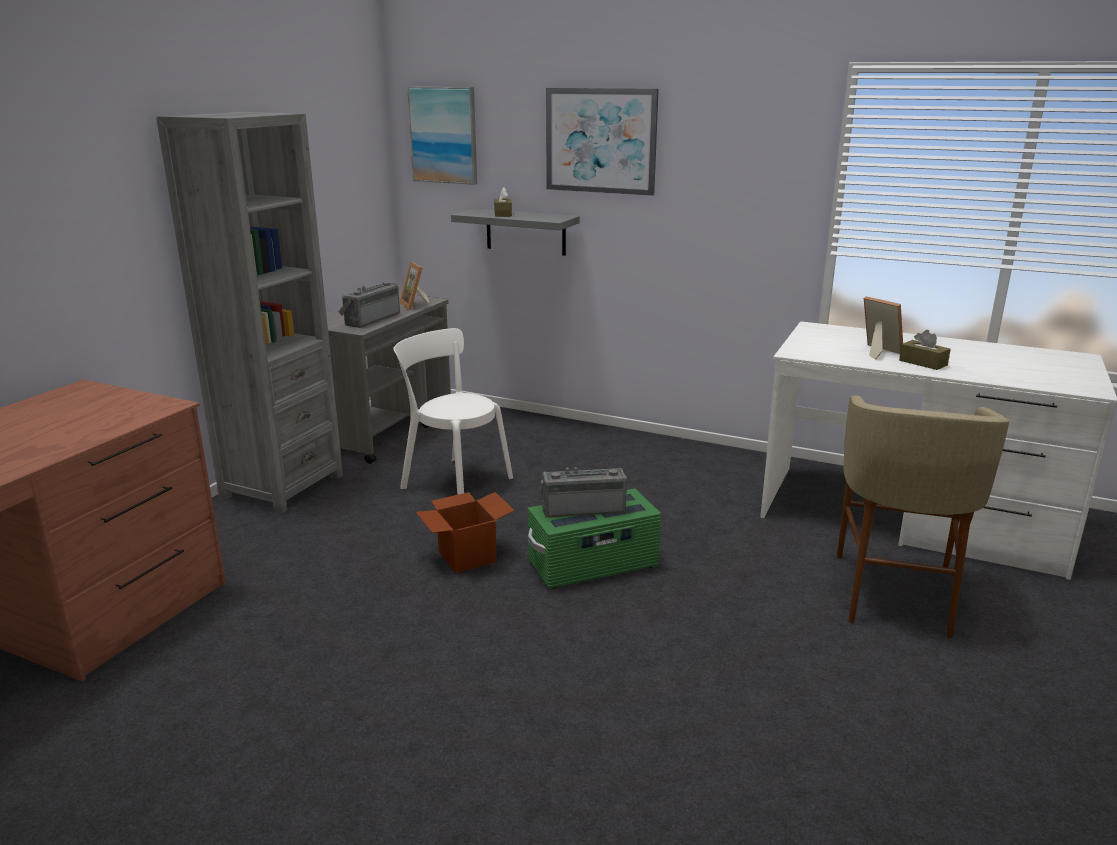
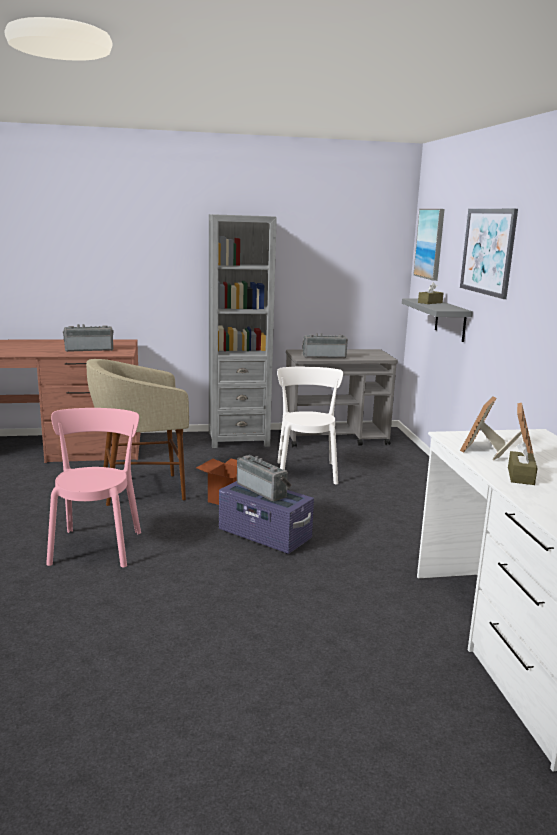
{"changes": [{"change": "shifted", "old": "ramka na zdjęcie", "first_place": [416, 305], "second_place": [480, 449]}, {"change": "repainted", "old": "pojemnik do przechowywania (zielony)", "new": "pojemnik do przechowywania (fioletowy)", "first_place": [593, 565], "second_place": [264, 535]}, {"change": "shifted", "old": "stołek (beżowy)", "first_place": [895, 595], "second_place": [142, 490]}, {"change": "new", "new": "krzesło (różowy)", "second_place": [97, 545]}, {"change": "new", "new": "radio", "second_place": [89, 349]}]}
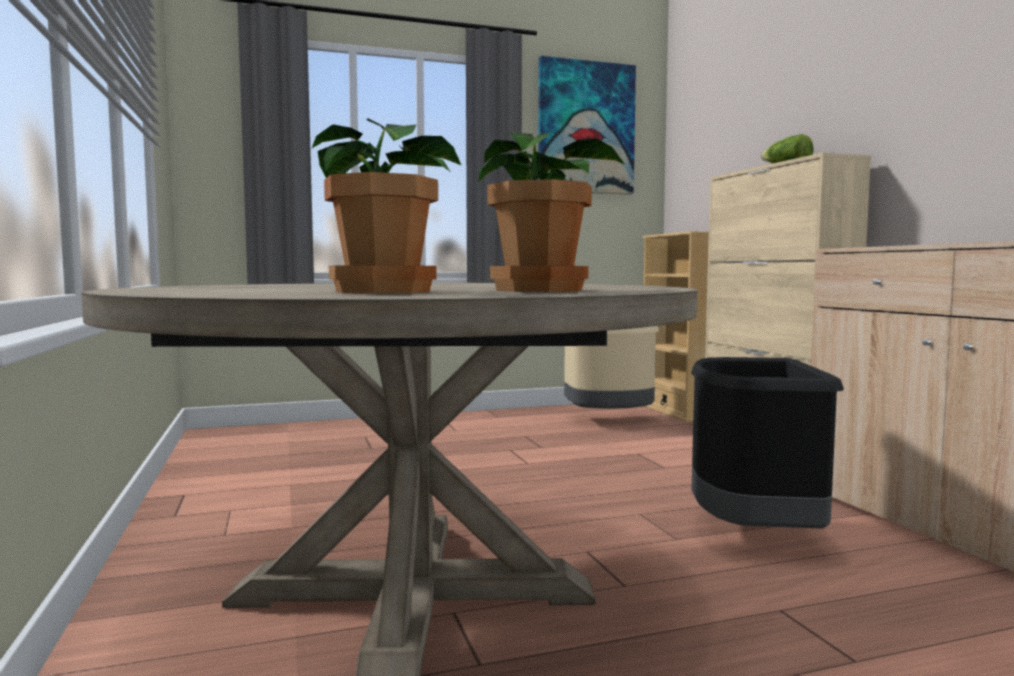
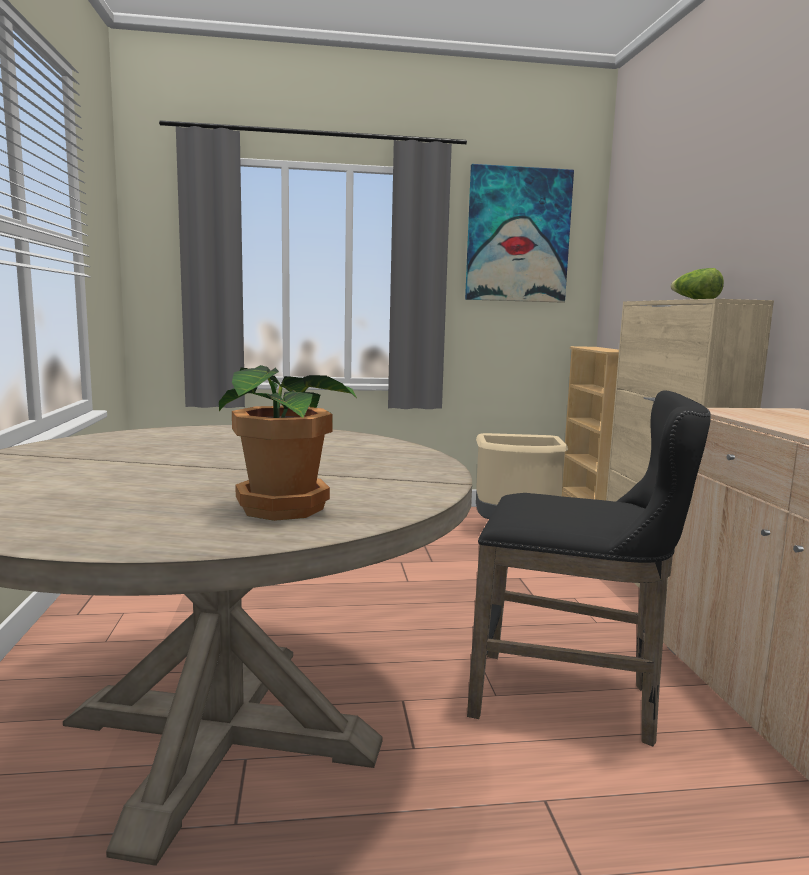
{"changes": [{"change": "gone", "old": "roślina doniczkowa", "first_place": [383, 291]}, {"change": "swapped", "old": "kosz na śmieci (czarny)", "new": "stołek (czarny)", "first_place": [754, 536], "second_place": [574, 701]}]}
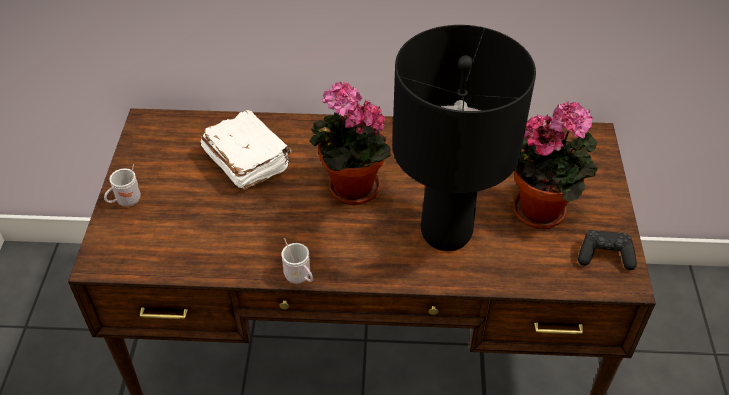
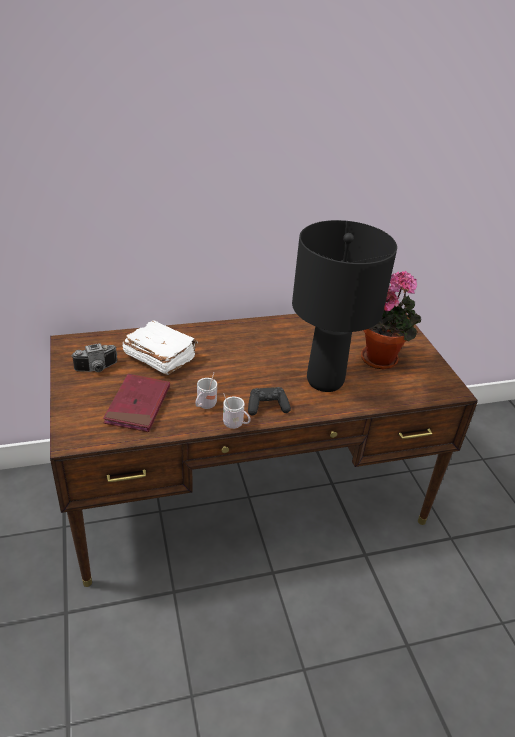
{"changes": [{"change": "shifted", "old": "kubek (biały)", "first_place": [125, 201], "second_place": [204, 406]}, {"change": "gone", "old": "roślina doniczkowa", "first_place": [349, 189]}, {"change": "shifted", "old": "pad do gier (czarny)", "first_place": [605, 256], "second_place": [267, 407]}, {"change": "new", "new": "aparat fotograficzny", "second_place": [97, 369]}, {"change": "new", "new": "książka (czerwony)", "second_place": [138, 405]}]}
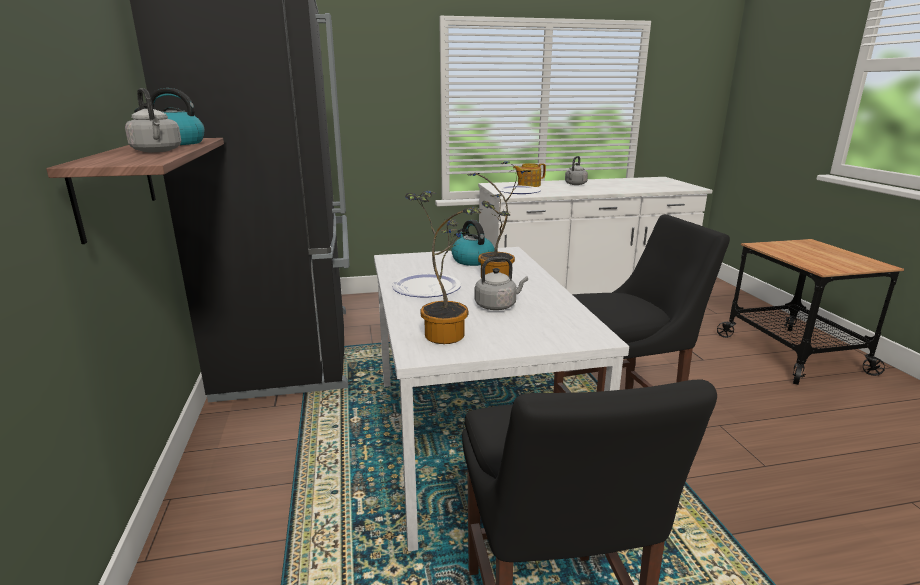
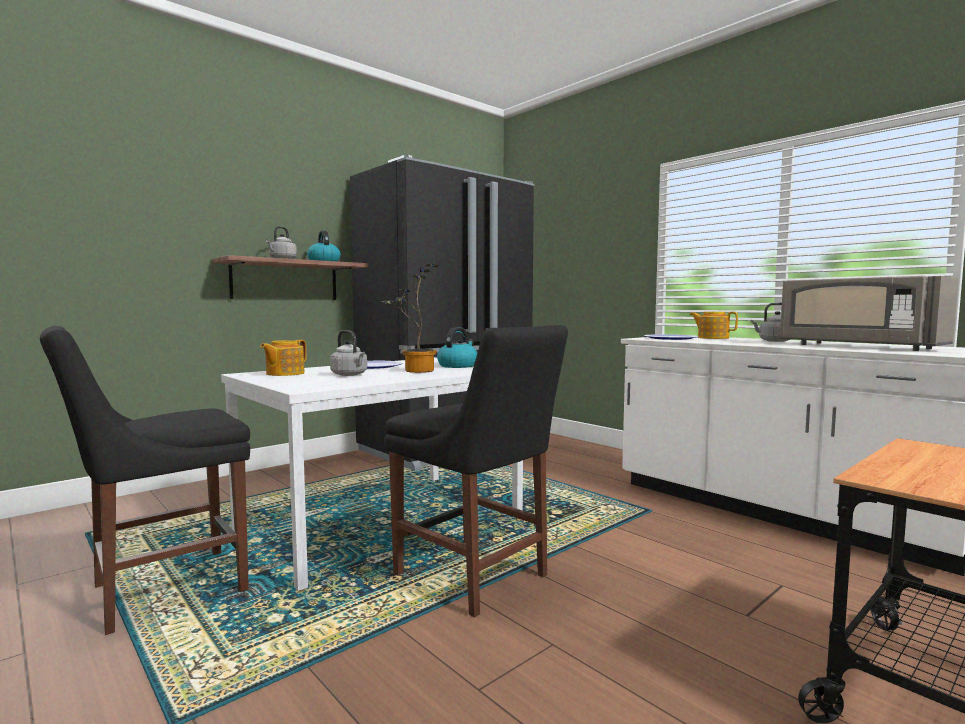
{"changes": [{"change": "swapped", "old": "roślina doniczkowa", "new": "imbryk", "first_place": [446, 333], "second_place": [284, 373]}, {"change": "new", "new": "mikrofalówka (szary)", "second_place": [858, 346]}]}
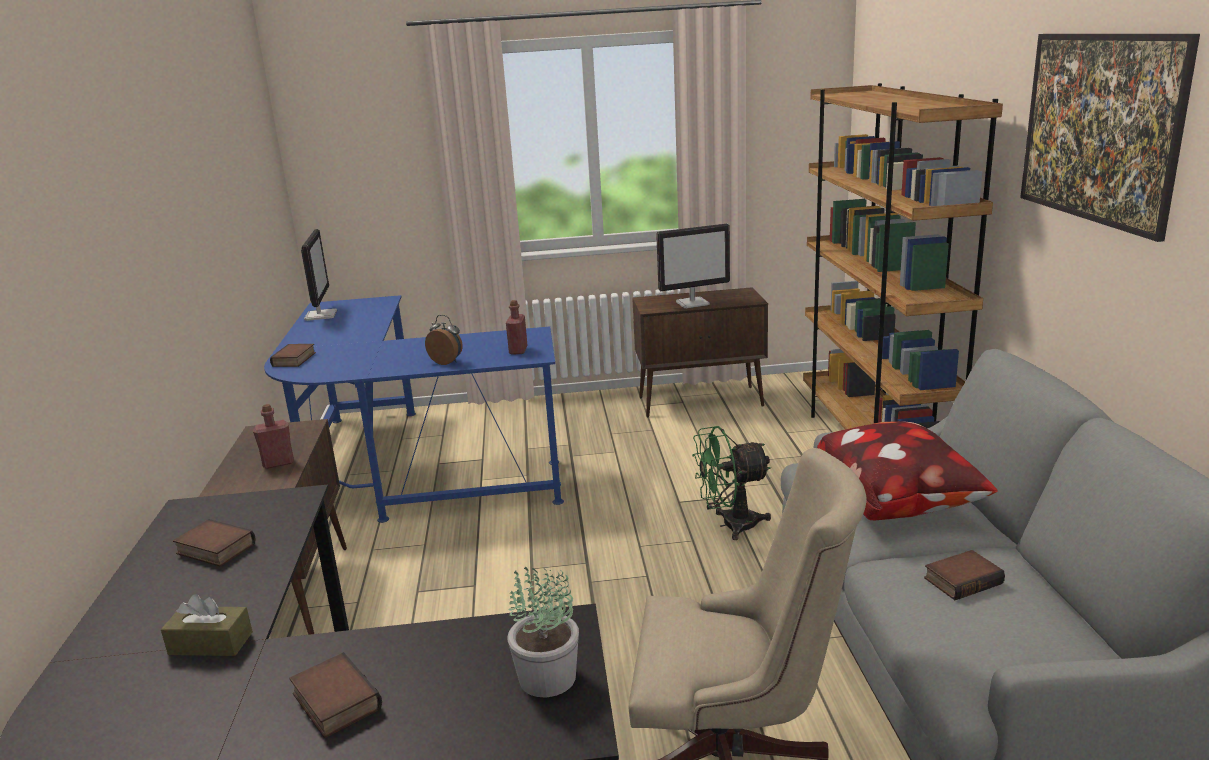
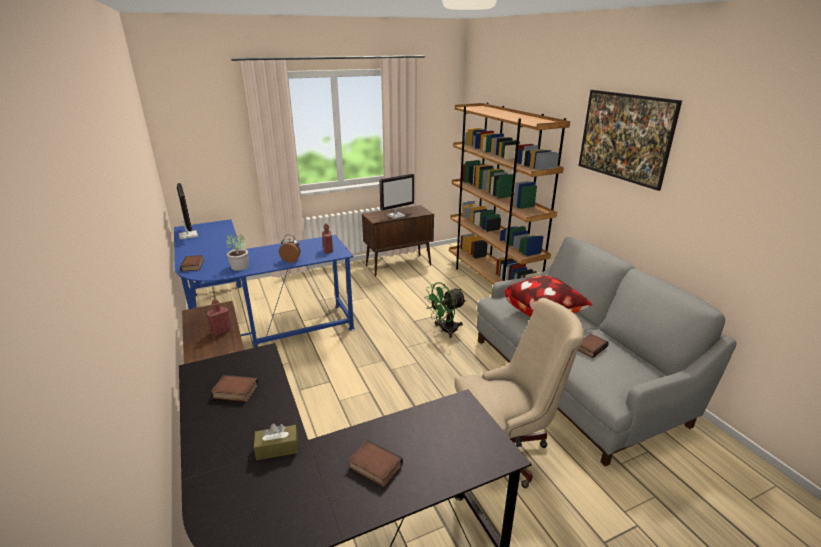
{"changes": [{"change": "shifted", "old": "roślina doniczkowa", "first_place": [547, 678], "second_place": [240, 267]}]}
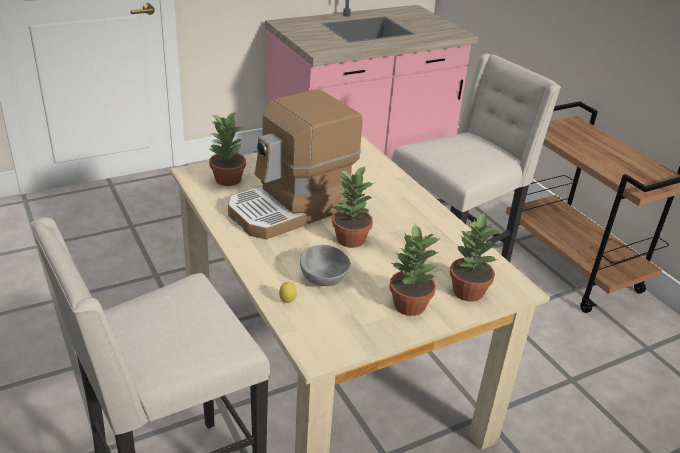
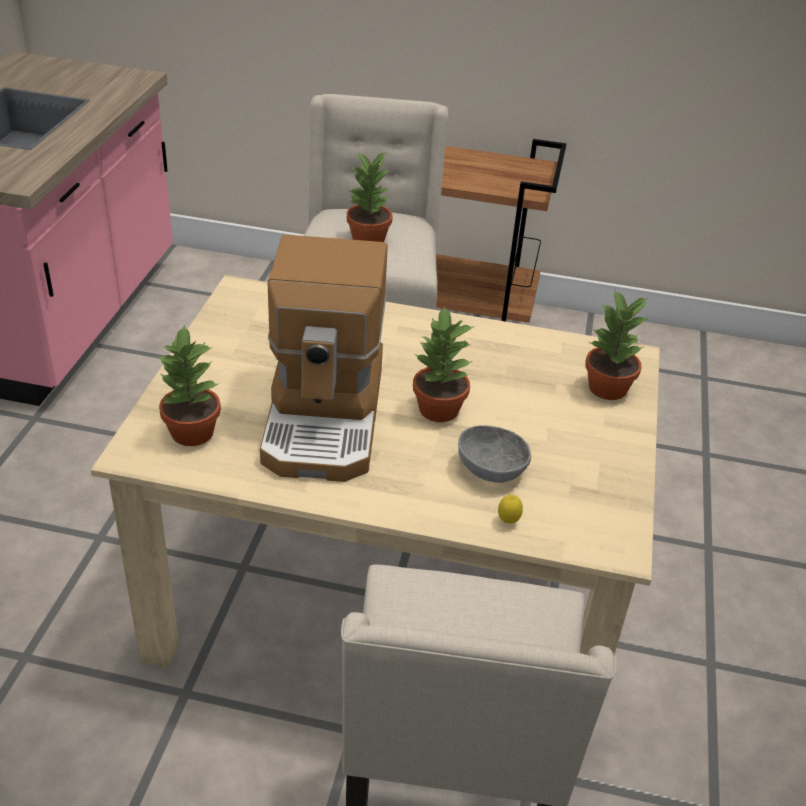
{"changes": [{"change": "shifted", "old": "roślina doniczkowa", "first_place": [409, 306], "second_place": [369, 239]}]}
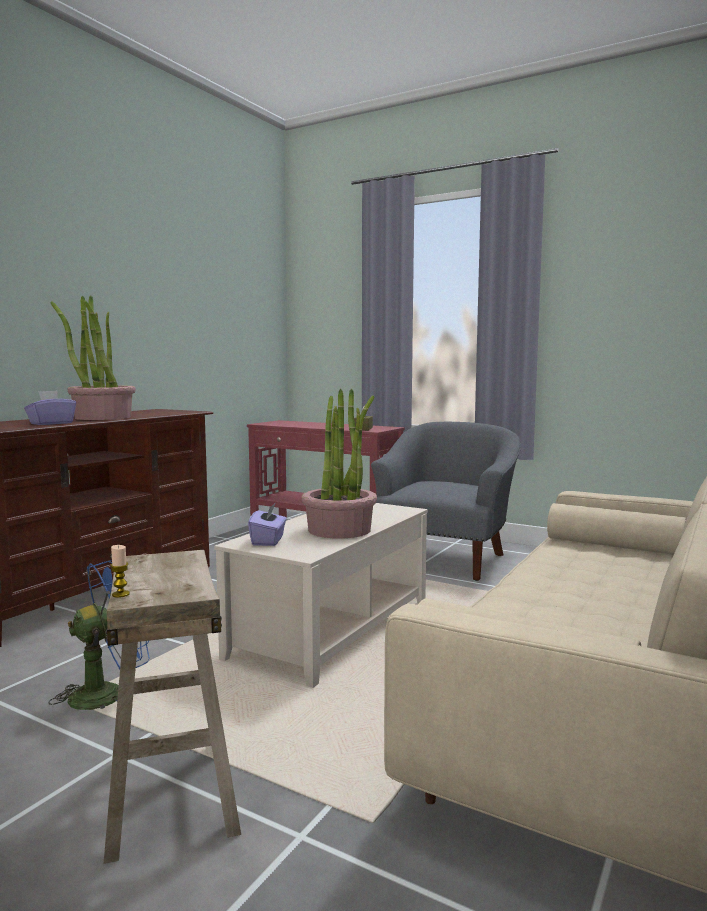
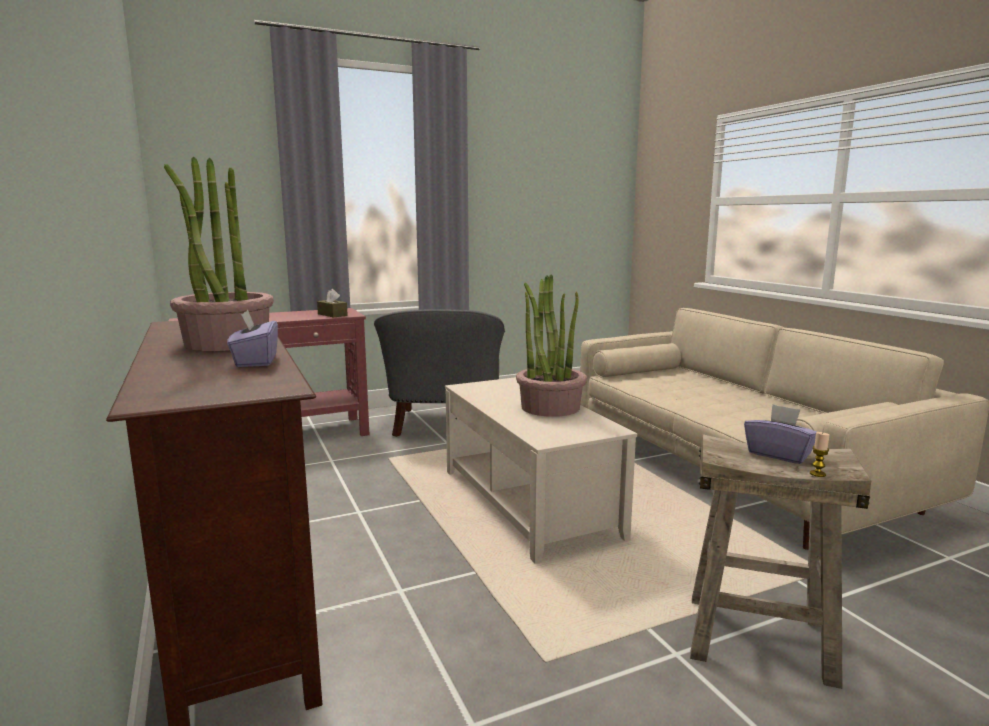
{"changes": [{"change": "gone", "old": "wentylator (niebieski)", "first_place": [108, 693]}, {"change": "shifted", "old": "pudełko chusteczek (fioletowy)", "first_place": [268, 541], "second_place": [779, 454]}, {"change": "rotated", "old": "fotel (szary)", "first_place": [445, 559], "second_place": [443, 425], "degrees": -150}]}
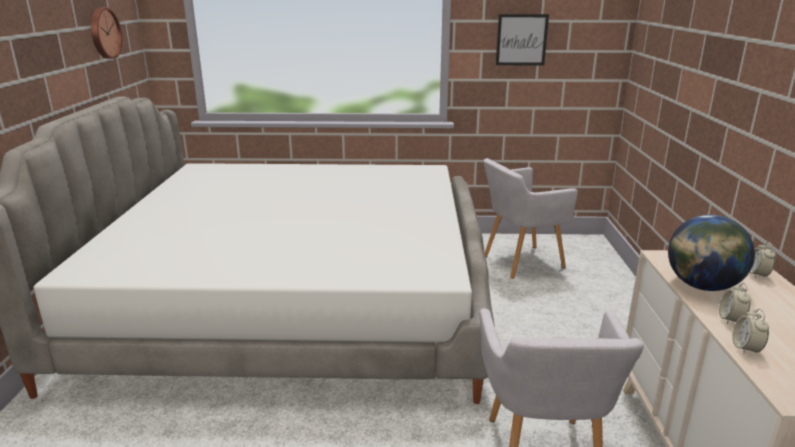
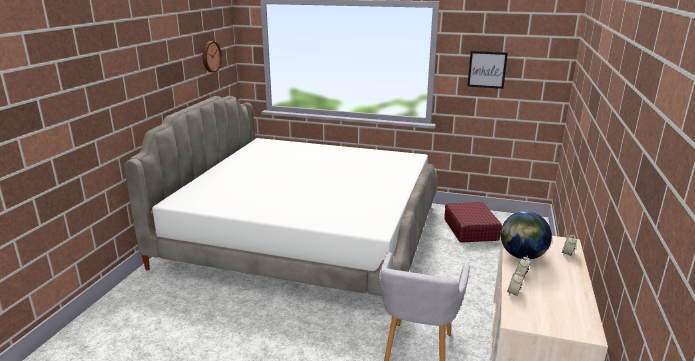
{"changes": [{"change": "swapped", "old": "fotel (szary)", "new": "walizka (czerwony)", "first_place": [519, 262], "second_place": [470, 229]}]}
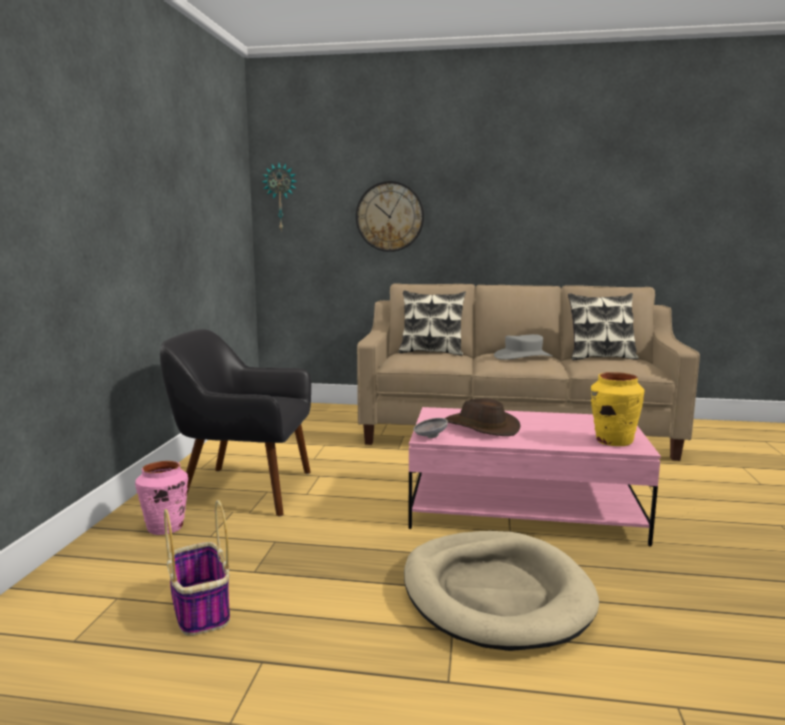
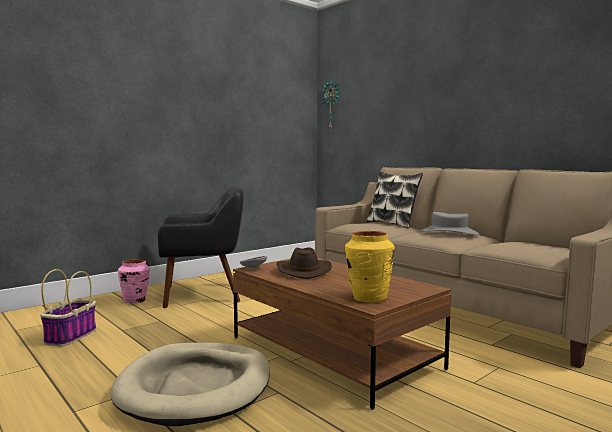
{"changes": [{"change": "rotated", "old": "fotel (czarny)", "first_place": [245, 490], "second_place": [203, 294], "degrees": 120}, {"change": "gone", "old": "zegar ścienny", "first_place": [390, 216]}, {"change": "repainted", "old": "ława (różowy)", "new": "ława (brązowy)", "first_place": [523, 509], "second_place": [333, 352]}, {"change": "gone", "old": "poduszka", "first_place": [600, 357]}]}
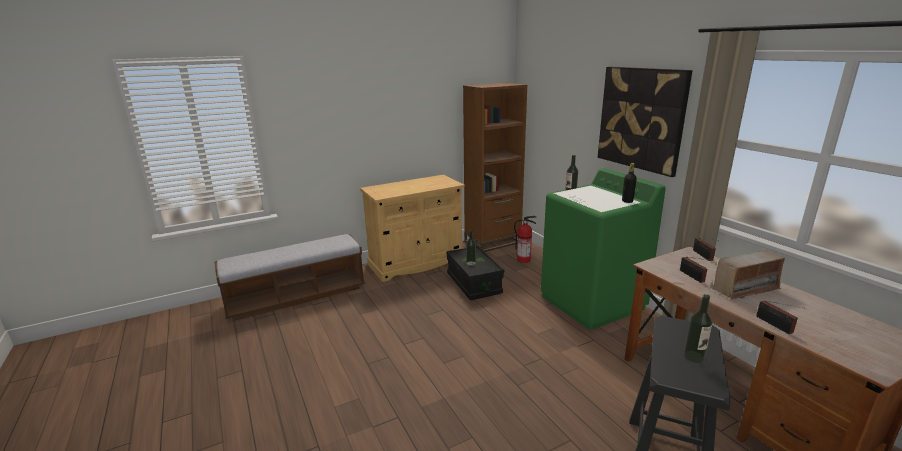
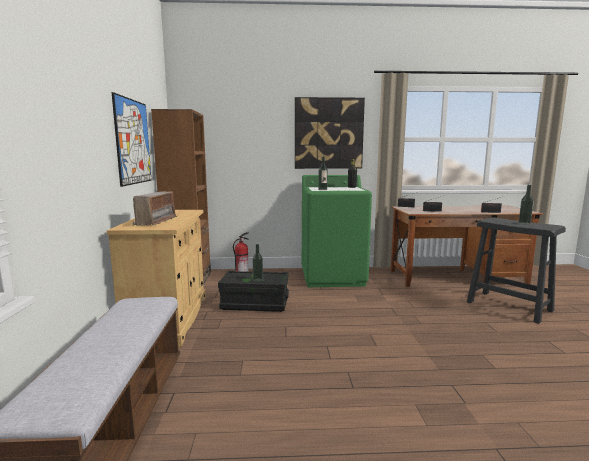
{"changes": [{"change": "shifted", "old": "radio", "first_place": [745, 289], "second_place": [156, 221]}, {"change": "new", "new": "obraz", "second_place": [133, 142]}]}
